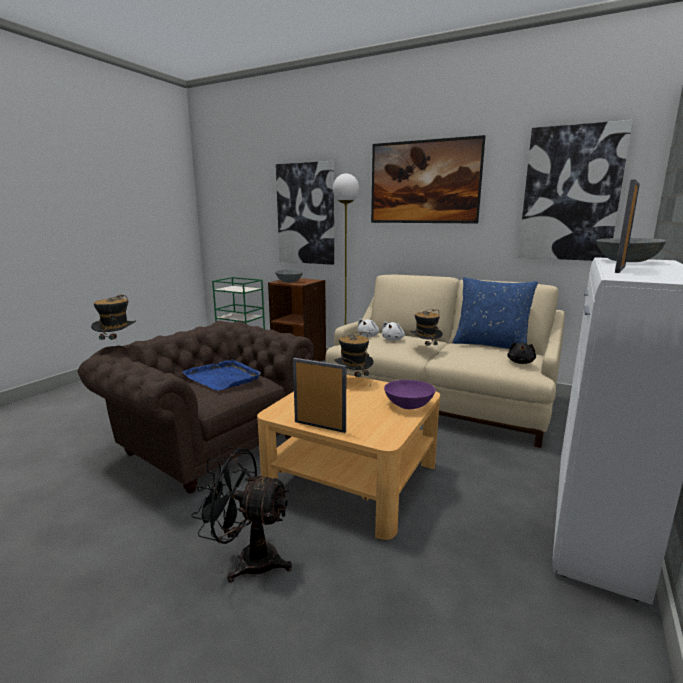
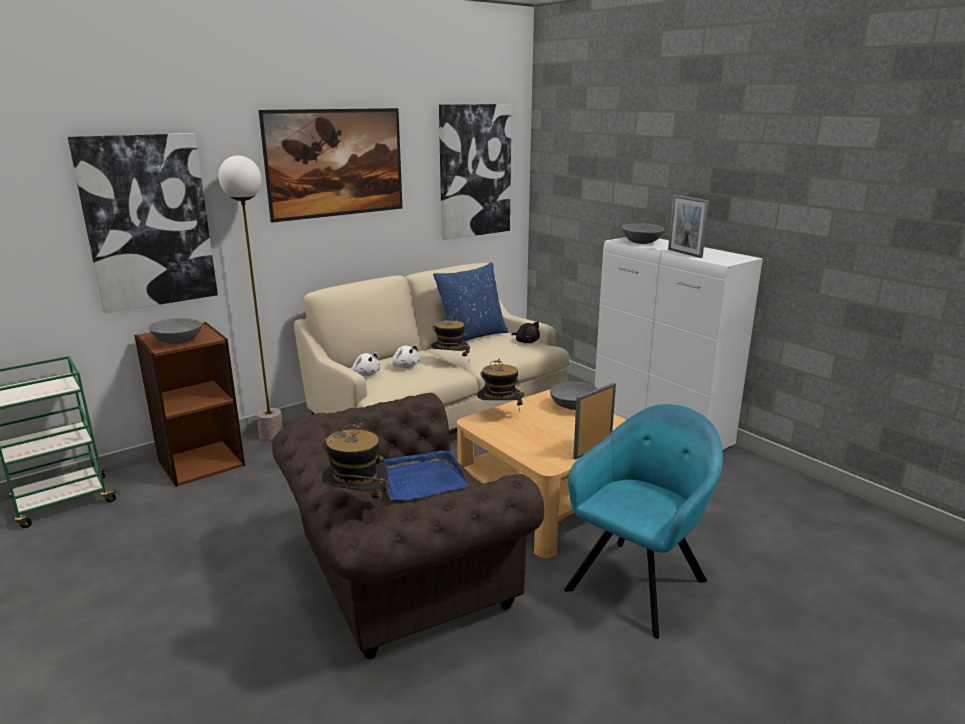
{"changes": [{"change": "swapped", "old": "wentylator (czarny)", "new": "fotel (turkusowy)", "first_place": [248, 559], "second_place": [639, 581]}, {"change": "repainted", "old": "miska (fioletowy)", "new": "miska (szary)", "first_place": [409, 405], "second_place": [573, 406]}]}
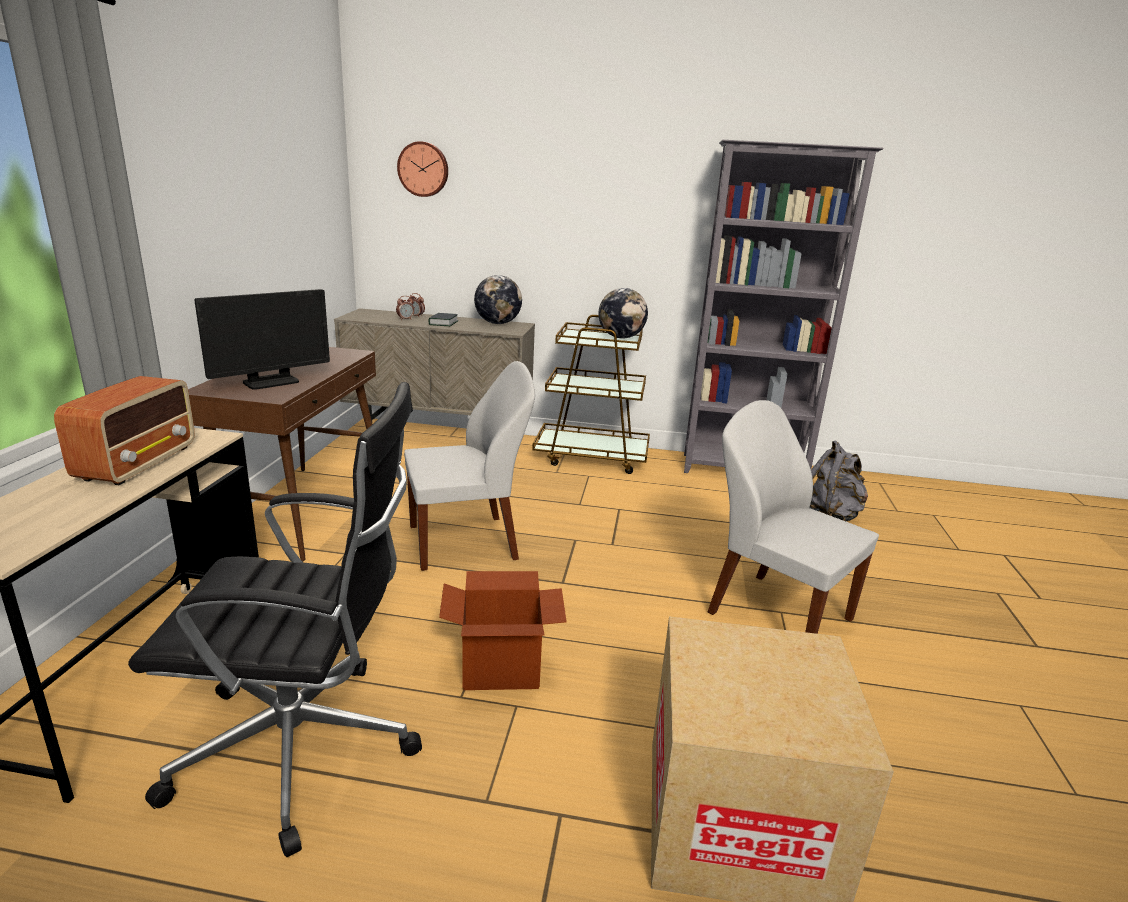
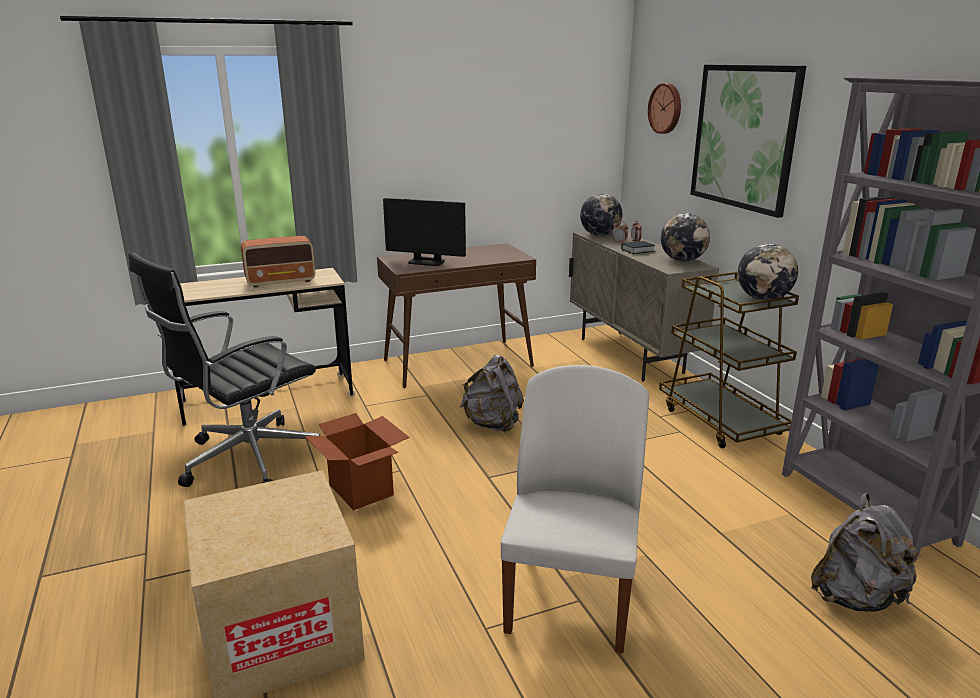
{"changes": [{"change": "rotated", "old": "krzesło biurowe (czarny)", "first_place": [304, 748], "second_place": [247, 459], "degrees": 75}, {"change": "swapped", "old": "krzesło (biały)", "new": "plecak (szary)", "first_place": [466, 542], "second_place": [492, 424]}, {"change": "new", "new": "globus", "second_place": [599, 235]}, {"change": "new", "new": "obraz", "second_place": [744, 137]}]}
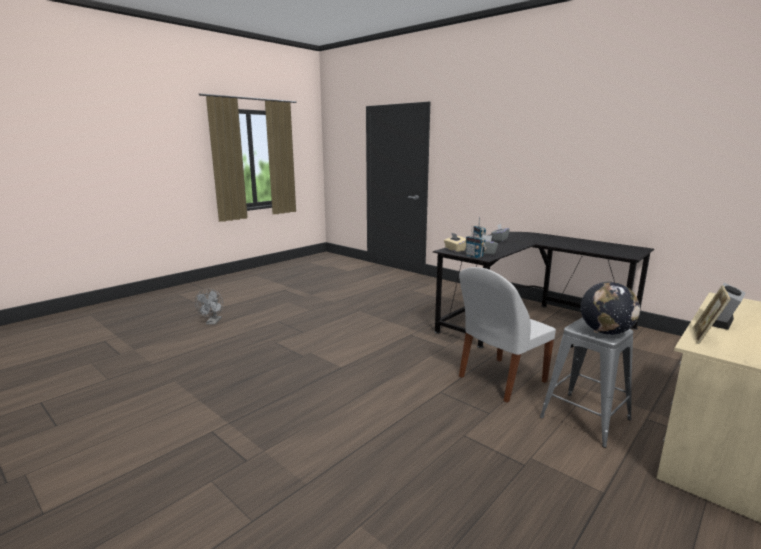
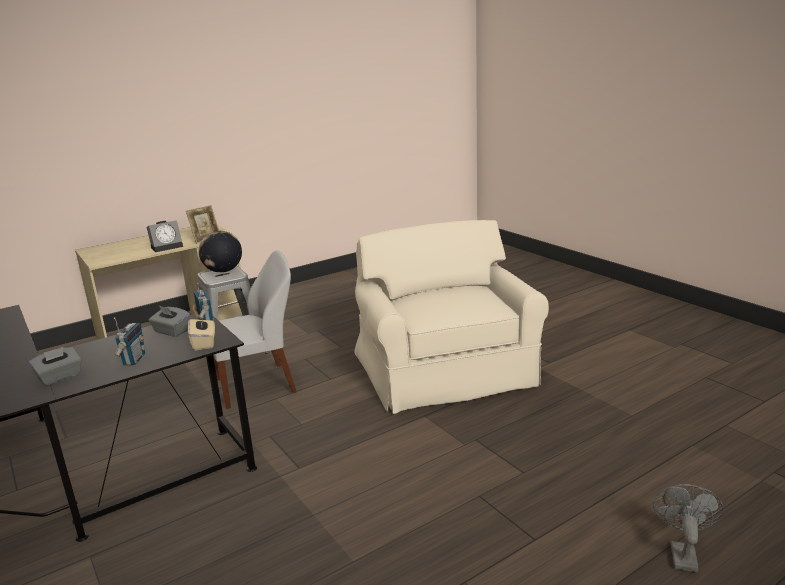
{"changes": [{"change": "new", "new": "fotel (beżowy)", "second_place": [445, 369]}]}
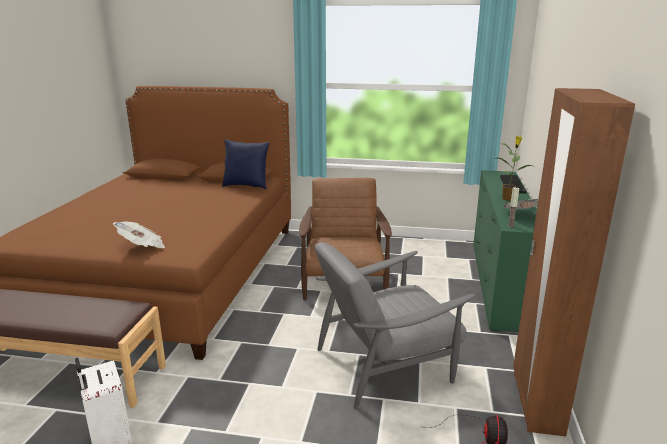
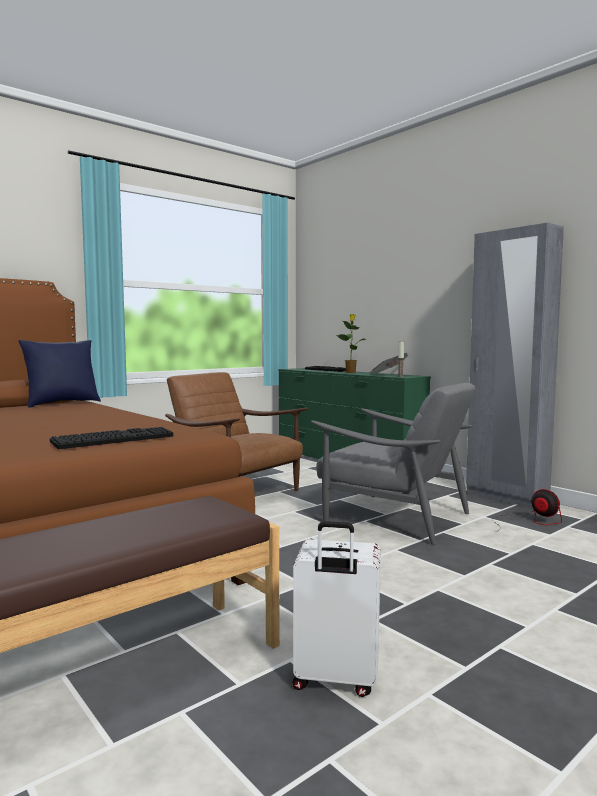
{"changes": [{"change": "swapped", "old": "gazeta", "new": "klawiatura", "first_place": [142, 246], "second_place": [114, 439]}, {"change": "rotated", "old": "fotel (szary)", "first_place": [386, 363], "second_place": [393, 517], "degrees": -75}, {"change": "repainted", "old": "szafa (brązowy)", "new": "szafa (szary)", "first_place": [536, 403], "second_place": [506, 497]}]}
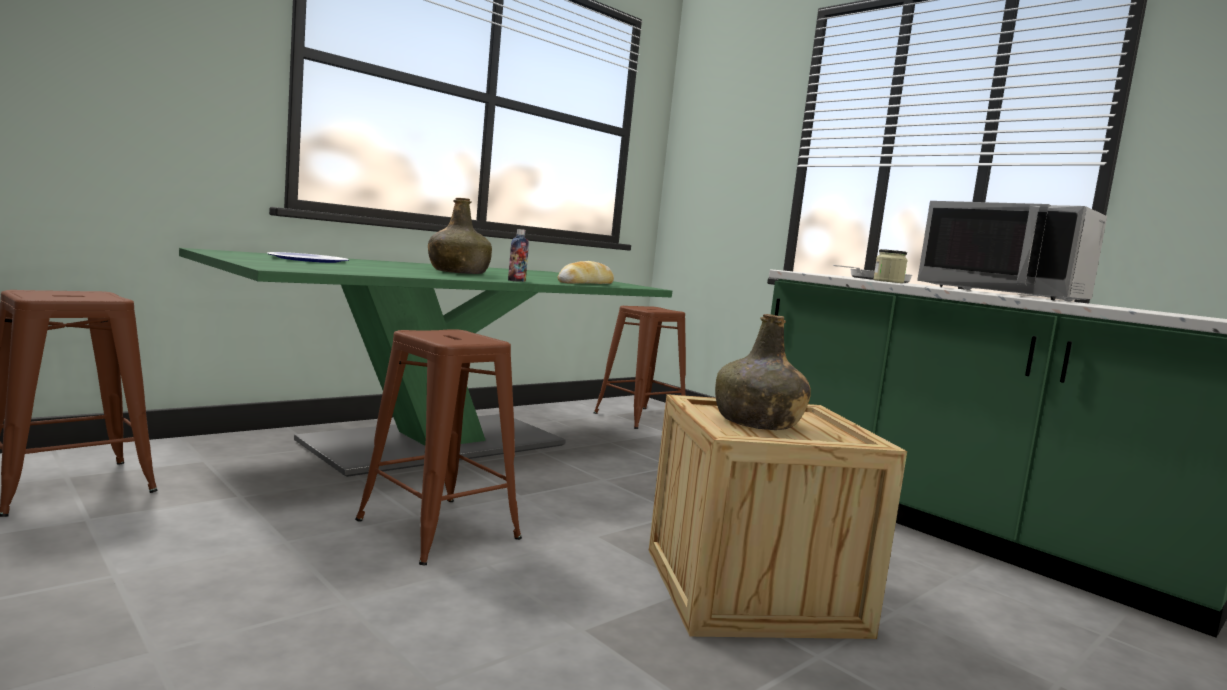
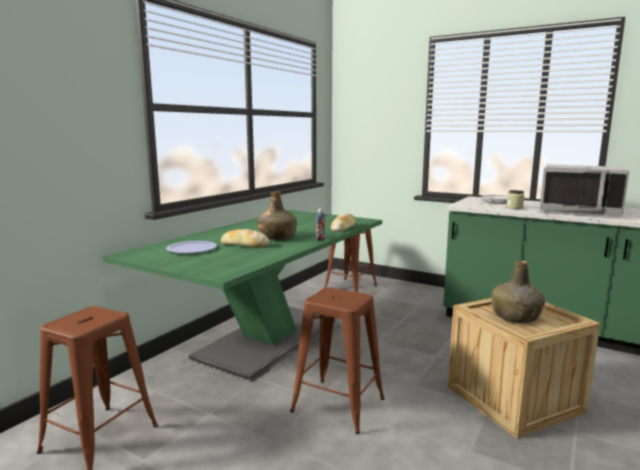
{"changes": [{"change": "new", "new": "chleb", "second_place": [244, 245]}]}
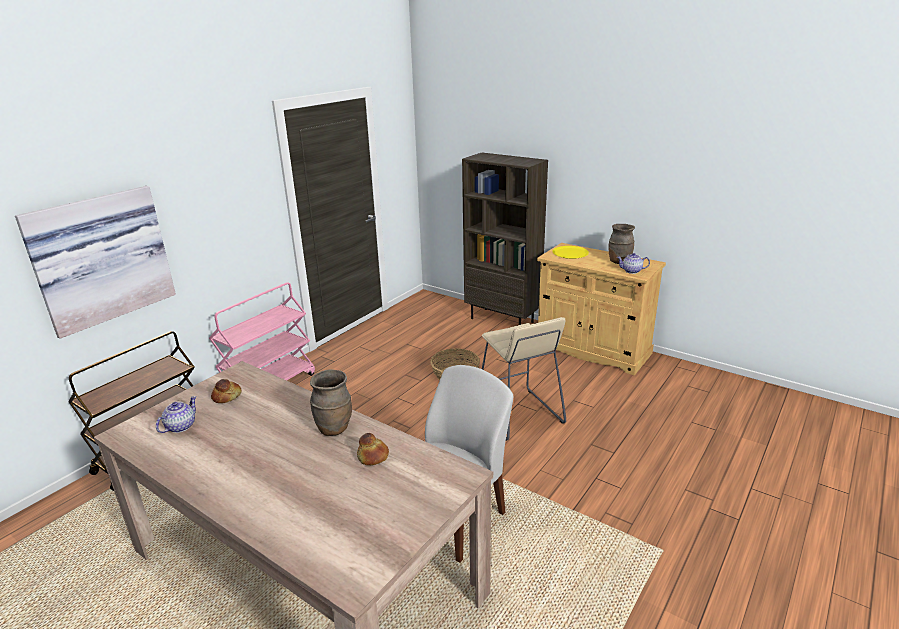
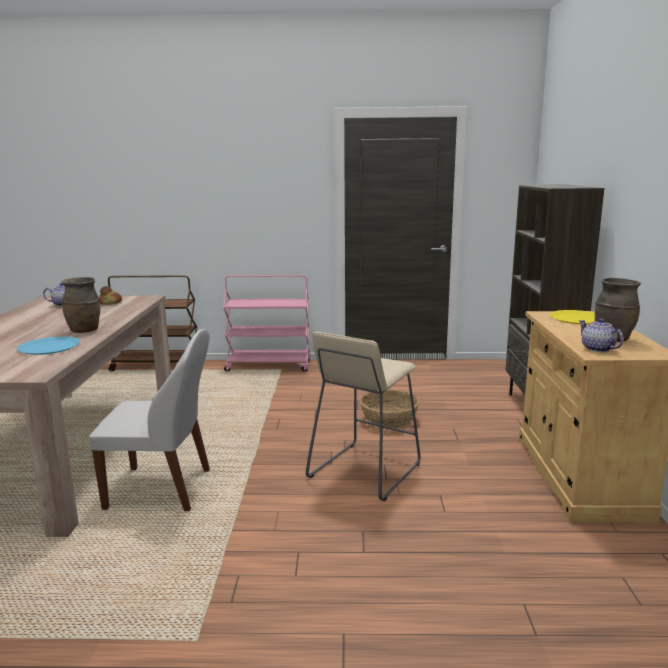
{"changes": [{"change": "gone", "old": "obraz", "first_place": [100, 258]}, {"change": "swapped", "old": "chleb", "new": "talerz (niebieski)", "first_place": [372, 457], "second_place": [49, 347]}]}
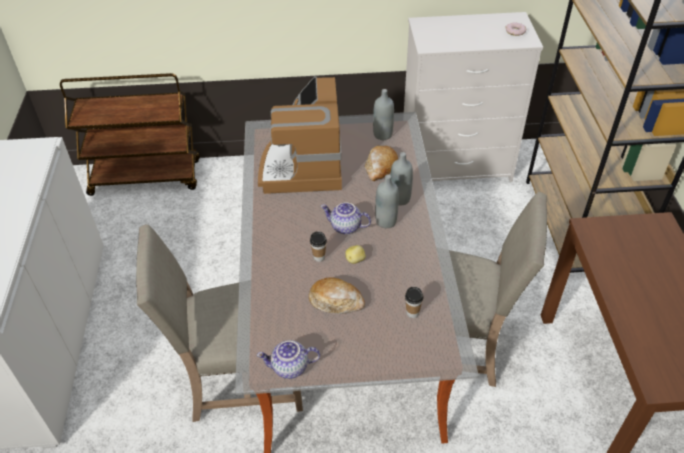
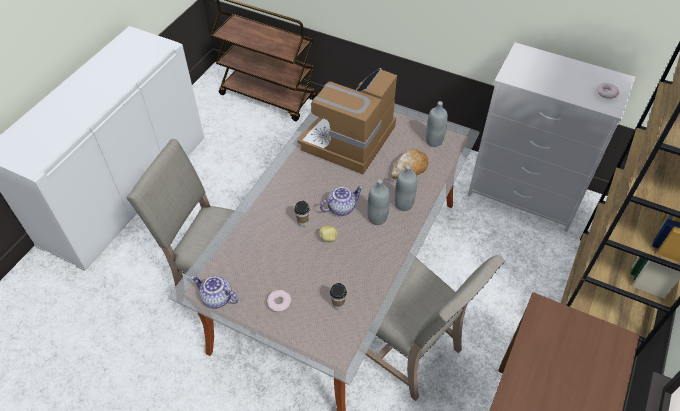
{"changes": [{"change": "gone", "old": "chleb", "first_place": [336, 301]}, {"change": "rotated", "old": "imbryk", "first_place": [345, 227], "second_place": [341, 207], "degrees": 105}, {"change": "new", "new": "donut", "second_place": [279, 302]}]}
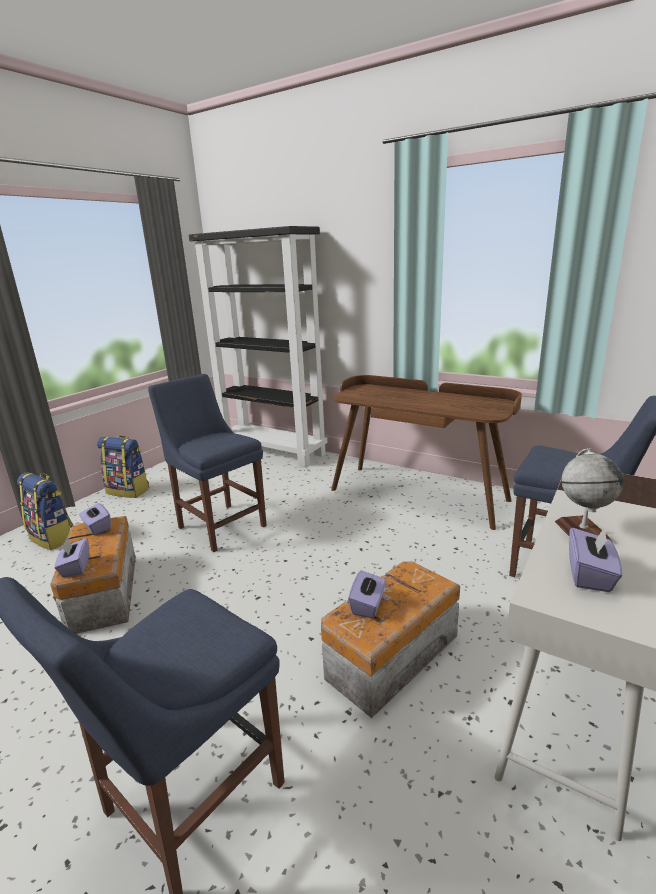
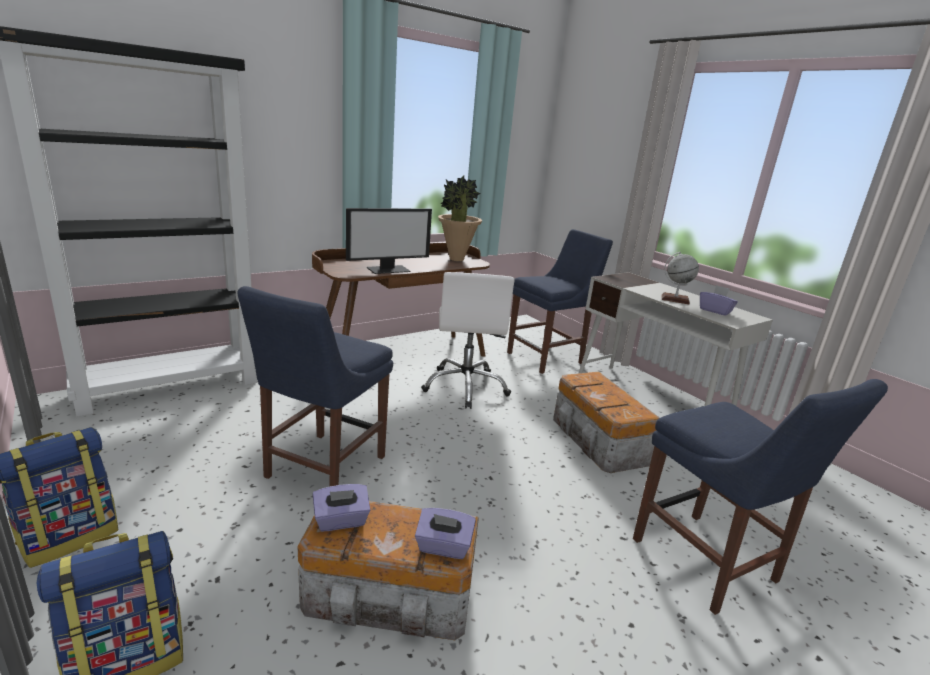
{"changes": [{"change": "rotated", "old": "krzesło (niebieski)", "first_place": [220, 525], "second_place": [322, 469], "degrees": -45}, {"change": "gone", "old": "pudełko chusteczek (fioletowy)", "first_place": [368, 605]}, {"change": "new", "new": "monitor", "second_place": [388, 269]}, {"change": "new", "new": "krzesło biurowe (biały)", "second_place": [466, 387]}, {"change": "new", "new": "roślina doniczkowa", "second_place": [456, 259]}]}
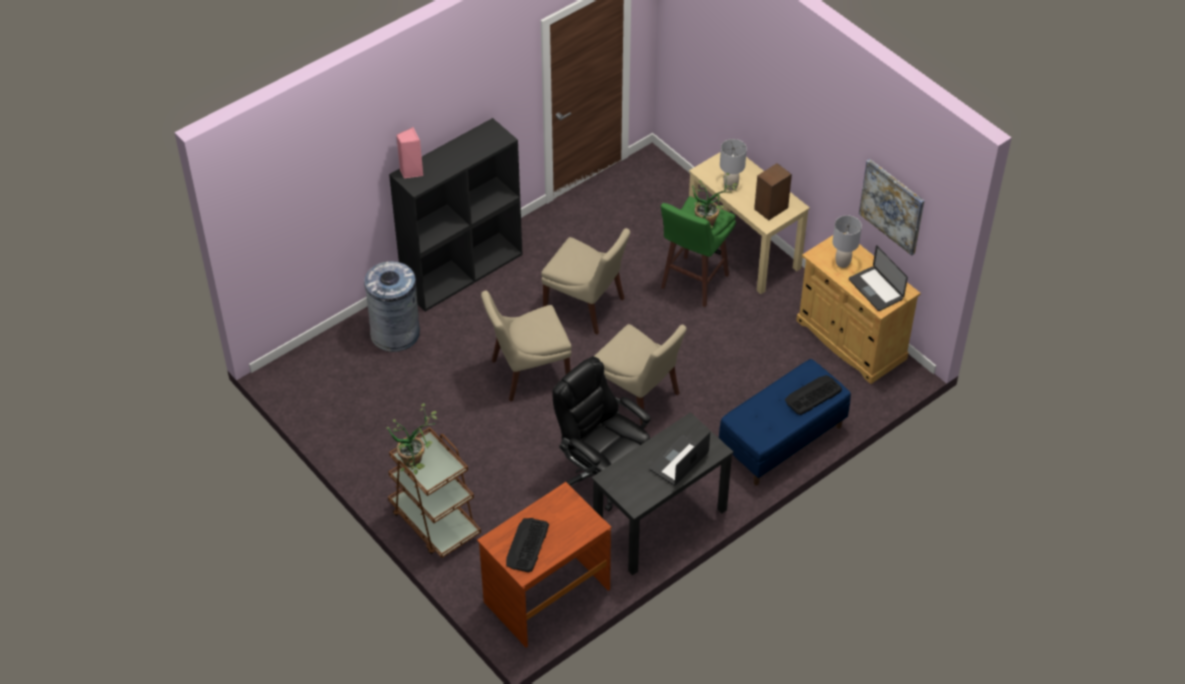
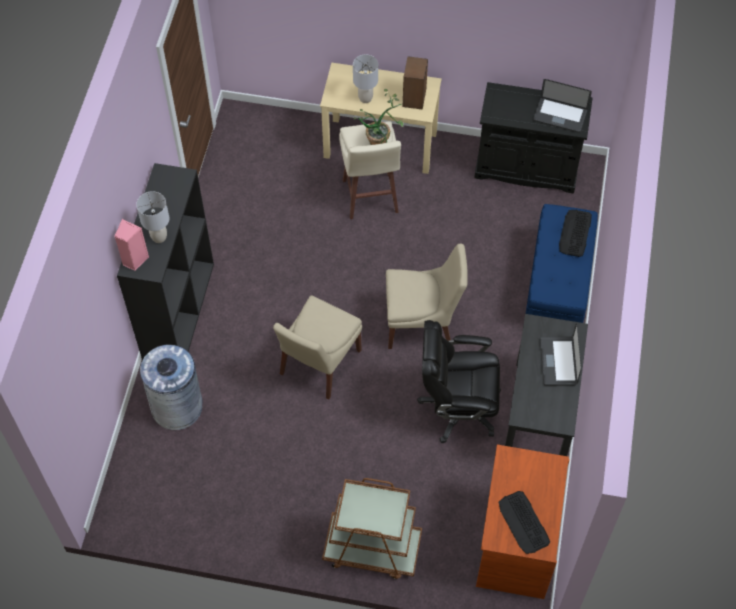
{"changes": [{"change": "gone", "old": "roślina doniczkowa", "first_place": [416, 462]}, {"change": "gone", "old": "krzesło (beżowy)", "first_place": [586, 306]}, {"change": "repainted", "old": "stołek (zielony)", "new": "stołek (beżowy)", "first_place": [693, 283], "second_place": [370, 198]}, {"change": "repainted", "old": "szafka (beżowy)", "new": "szafka (czarny)", "first_place": [850, 340], "second_place": [526, 167]}, {"change": "shifted", "old": "lampa stołowa (szary)", "first_place": [842, 263], "second_place": [159, 237]}, {"change": "gone", "old": "obraz", "first_place": [892, 206]}]}
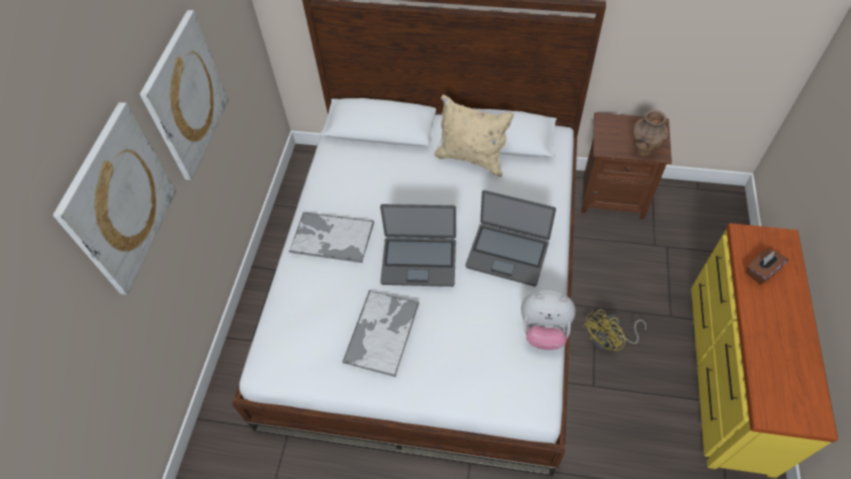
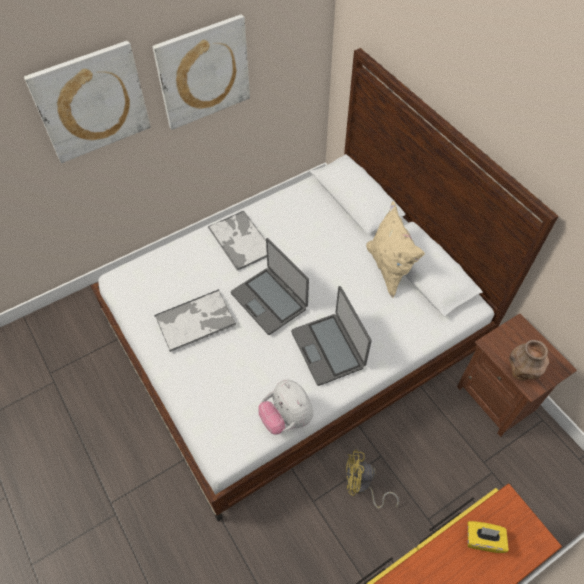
{"changes": [{"change": "repainted", "old": "pudełko chusteczek (brązowy)", "new": "pudełko chusteczek (żółty)", "first_place": [761, 271], "second_place": [483, 540]}]}
